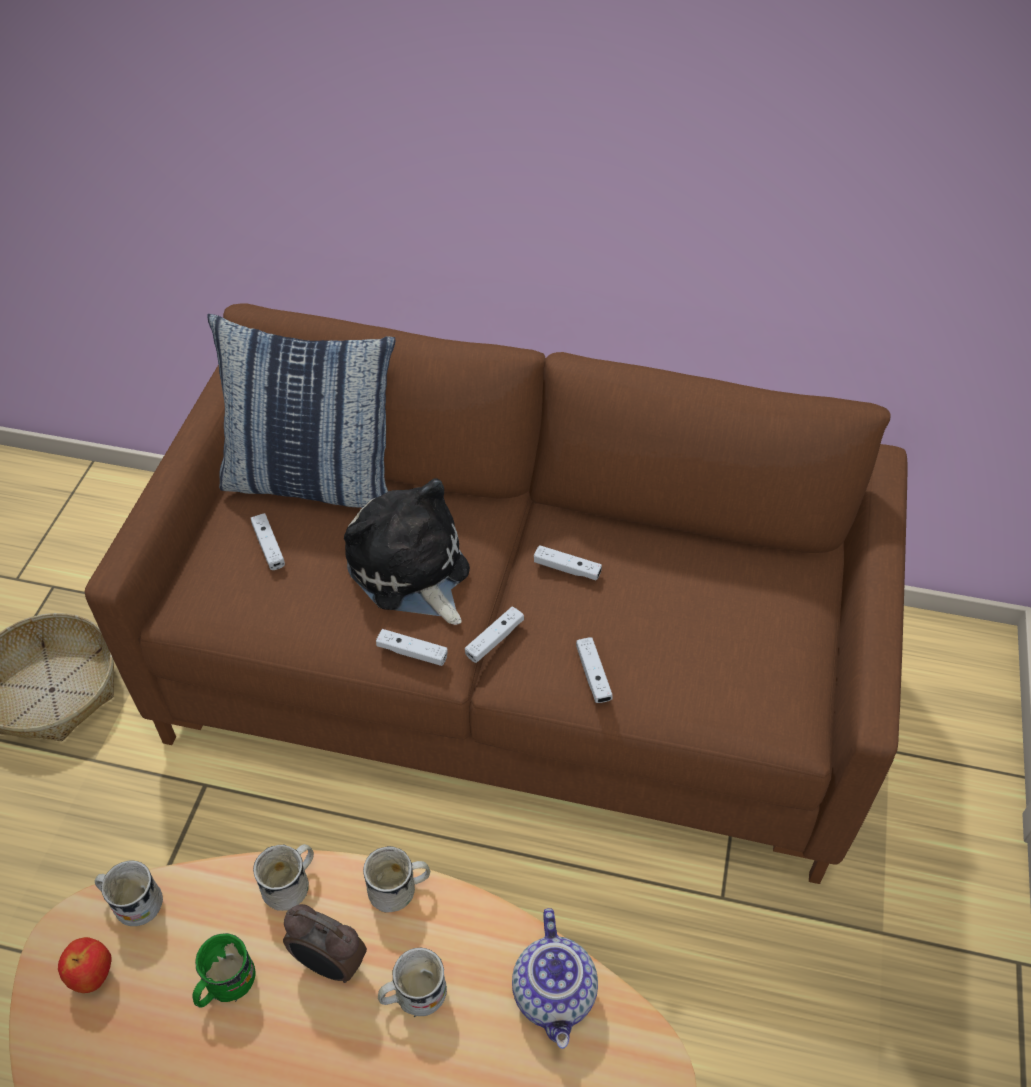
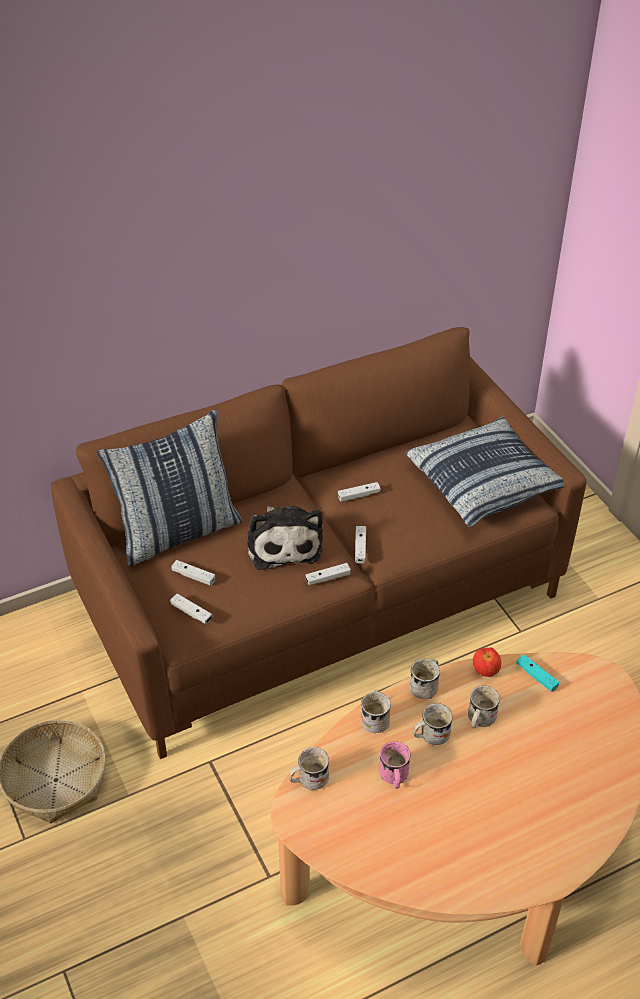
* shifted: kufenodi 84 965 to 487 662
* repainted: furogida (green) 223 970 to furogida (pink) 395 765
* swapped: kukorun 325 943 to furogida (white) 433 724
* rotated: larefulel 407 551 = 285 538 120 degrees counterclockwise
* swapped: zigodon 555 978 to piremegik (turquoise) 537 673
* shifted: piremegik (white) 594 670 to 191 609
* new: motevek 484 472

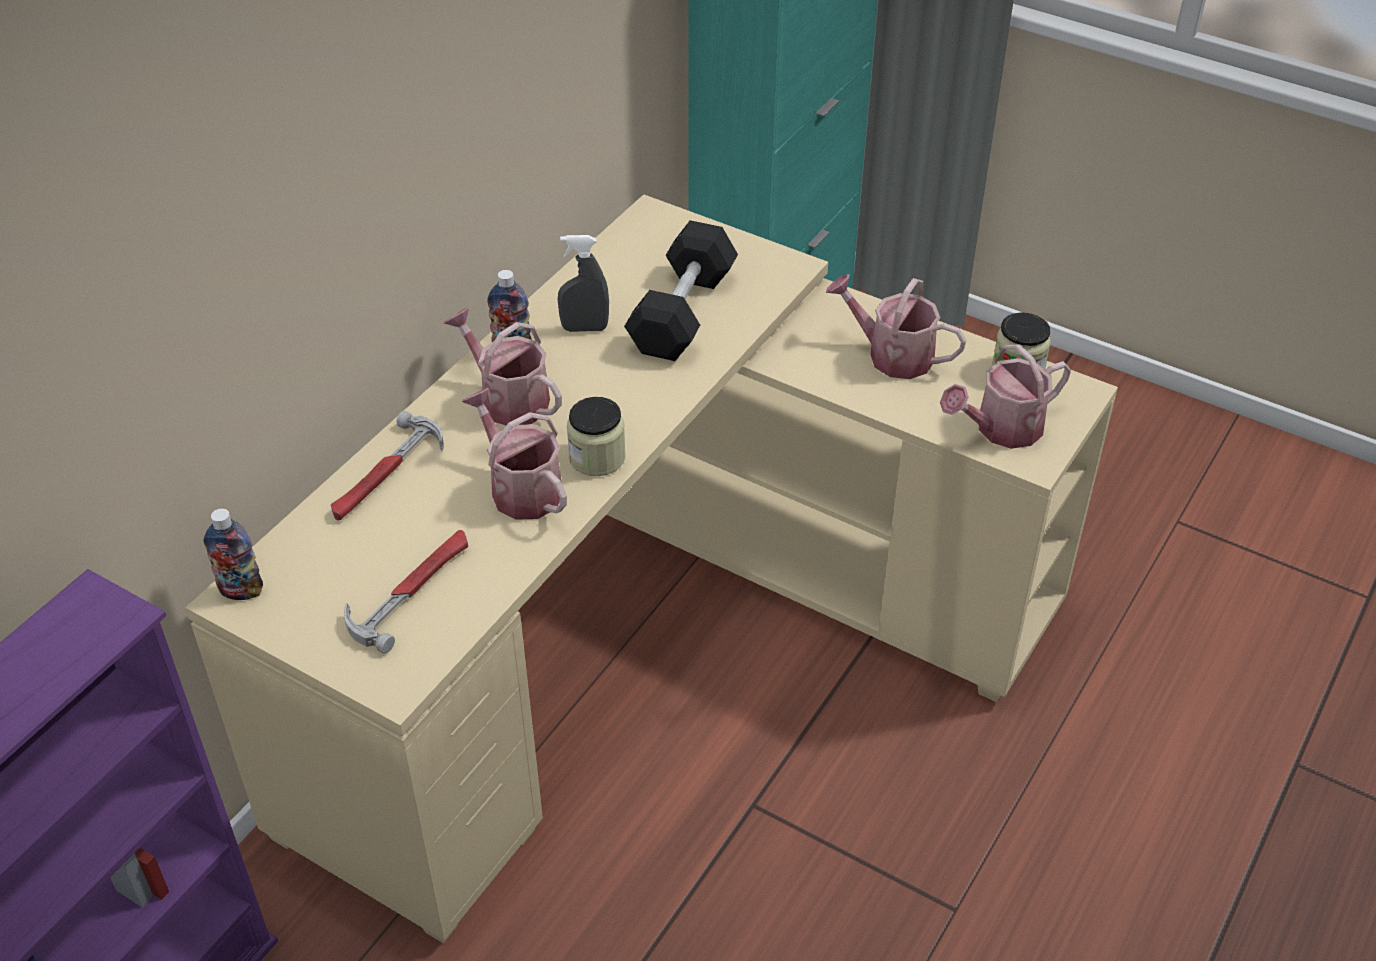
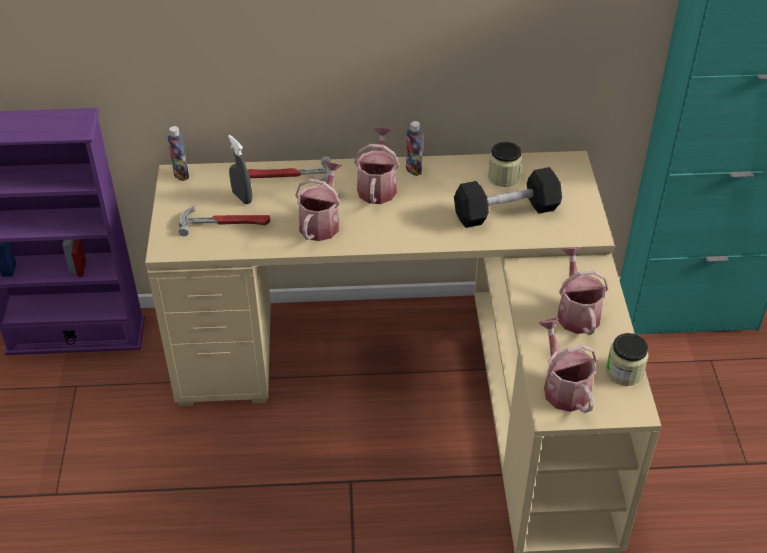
* shifted: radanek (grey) 583 283 to 240 169
* shifted: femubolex 596 436 to 505 164
* rotated: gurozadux 1005 396 = 568 365 45 degrees clockwise

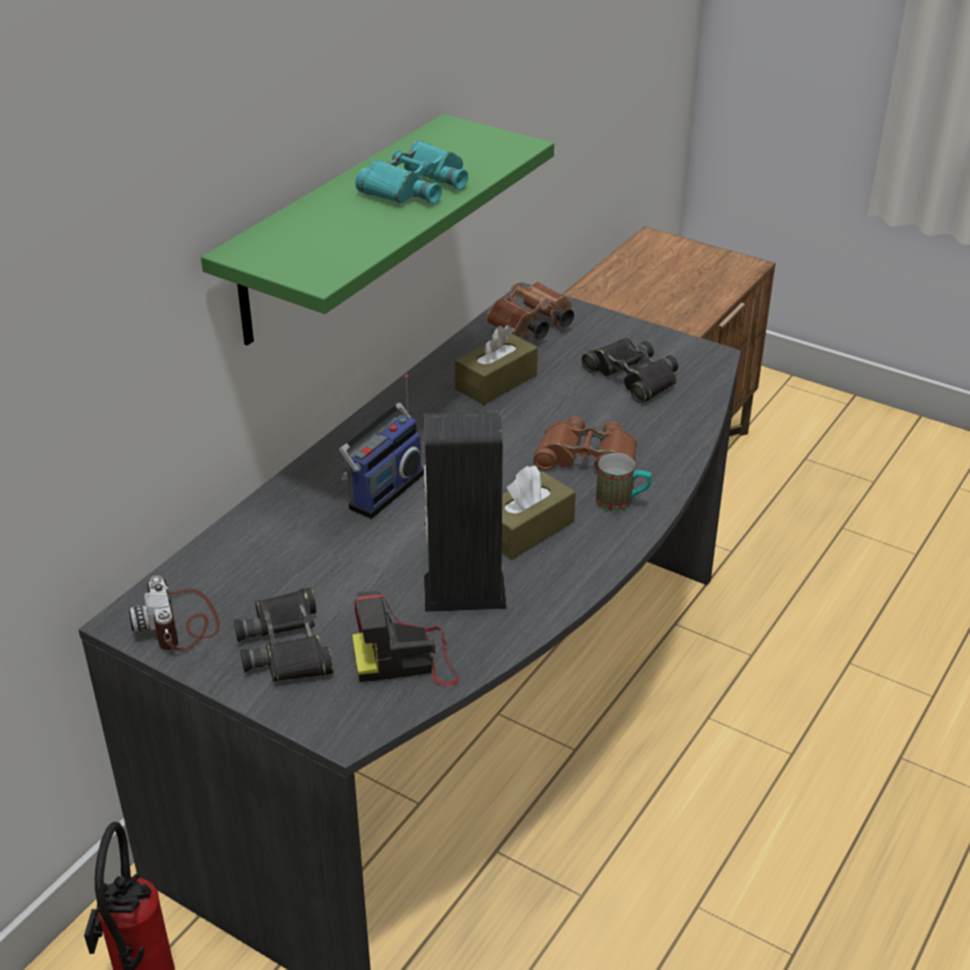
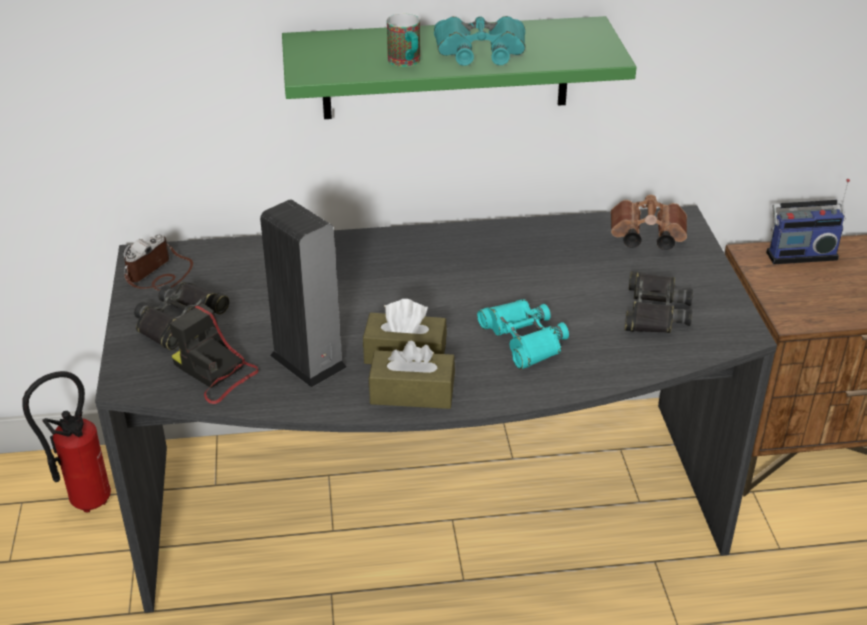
* shifted: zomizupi 381 447 to 808 221
* shifted: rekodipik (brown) 496 365 to 412 374
* repainted: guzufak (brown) 585 443 to guzufak (turquoise) 523 334
* shifted: furogida 624 482 to 403 40

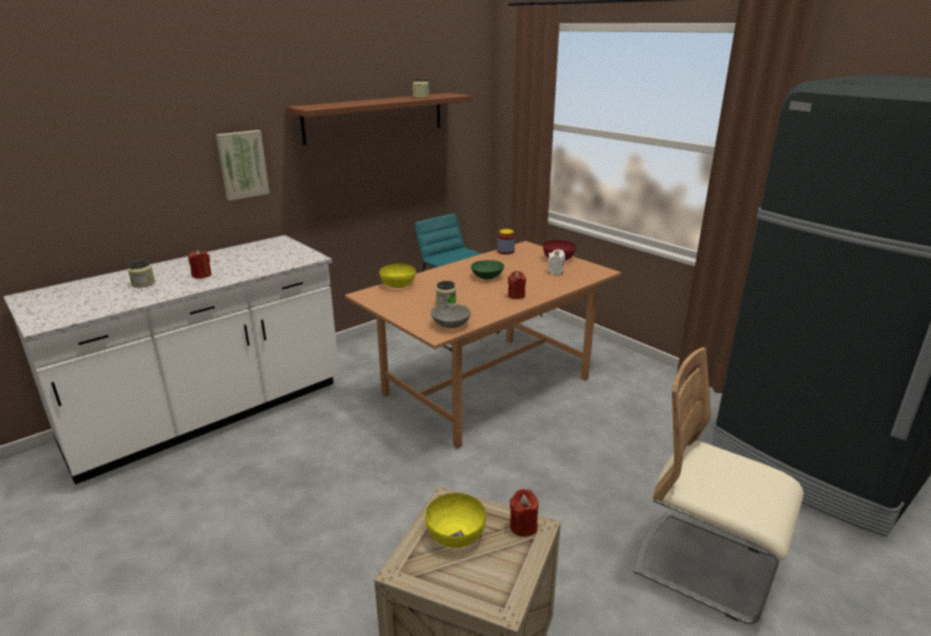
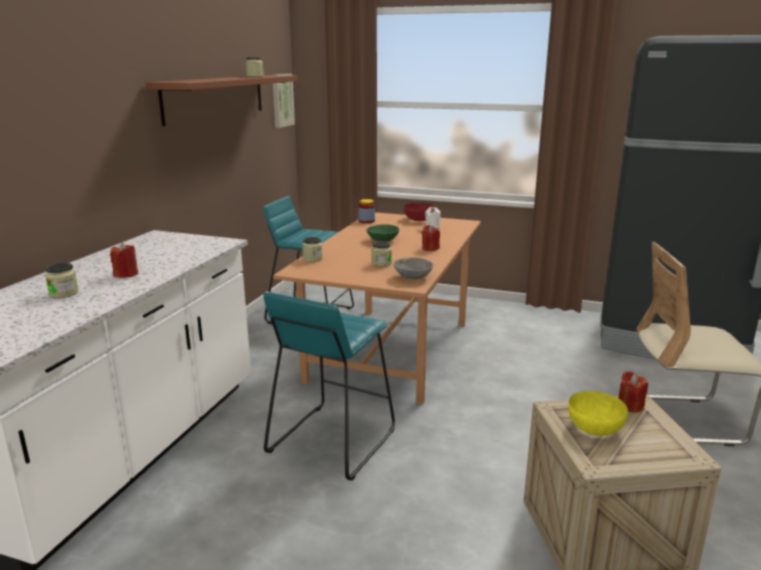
* shifted: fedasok 243 165 to 284 101
* swapped: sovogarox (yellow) 397 276 to femubolex 312 249
* new: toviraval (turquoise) 329 386

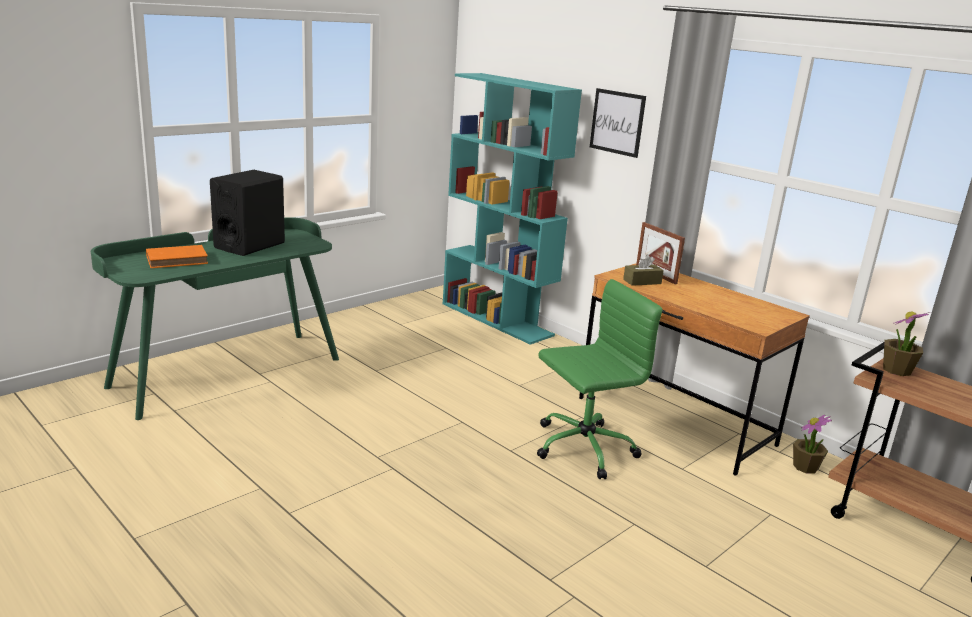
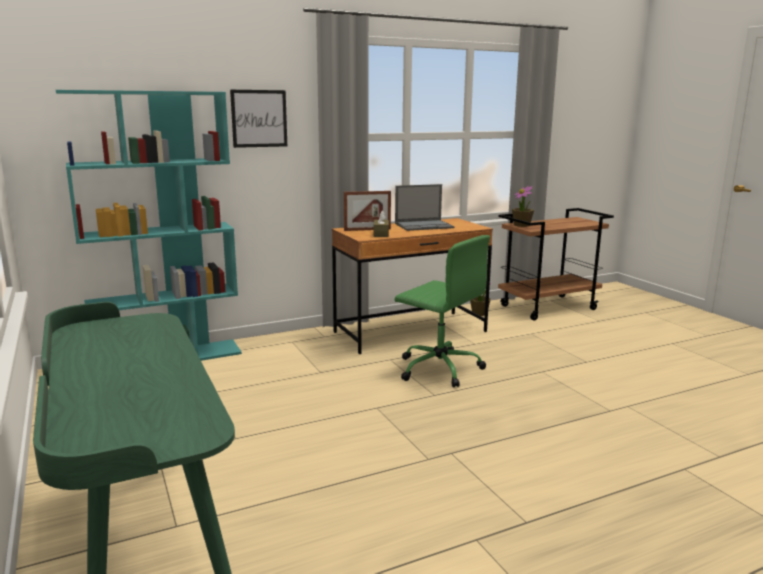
* gone: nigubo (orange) 177 256
* gone: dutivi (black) 247 213
* rotated: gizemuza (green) 599 379 = 442 311 135 degrees clockwise
* new: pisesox 425 207

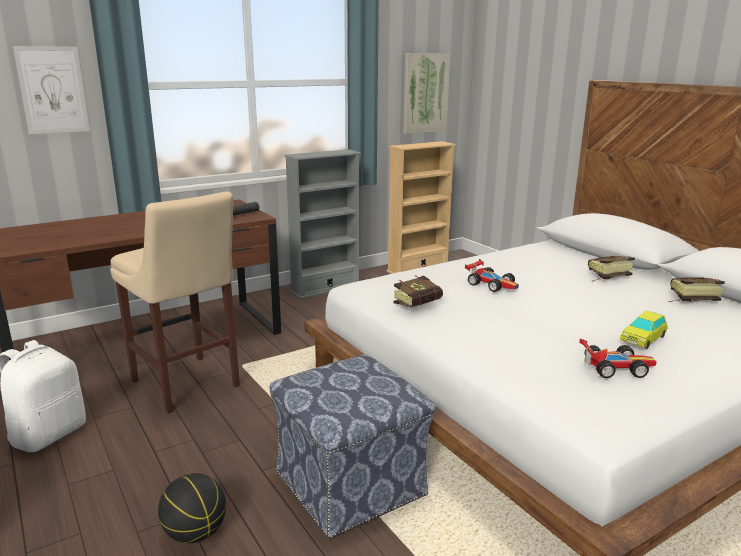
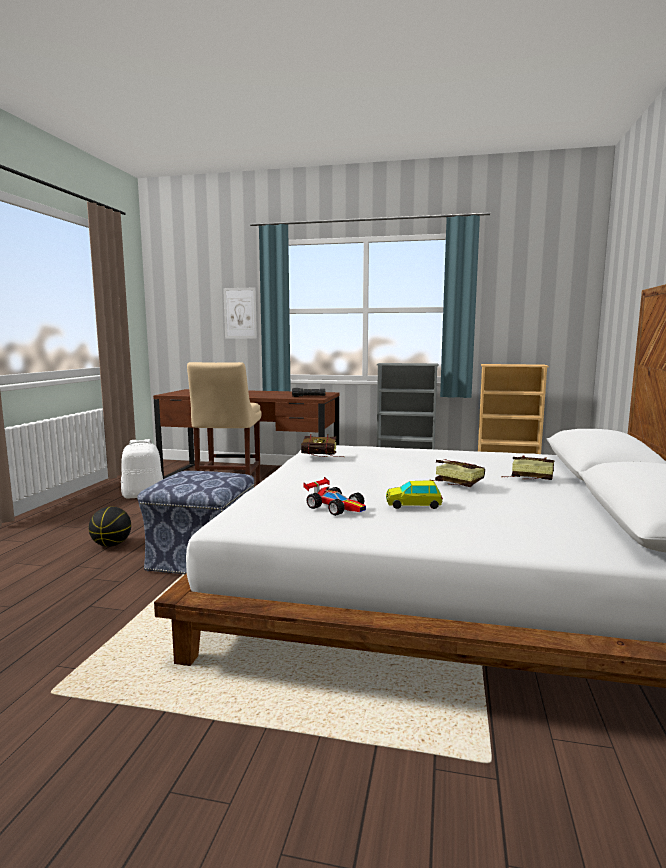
* gone: fedasok 426 93
* gone: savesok 492 275
* shifted: nigubo 697 289 to 457 473

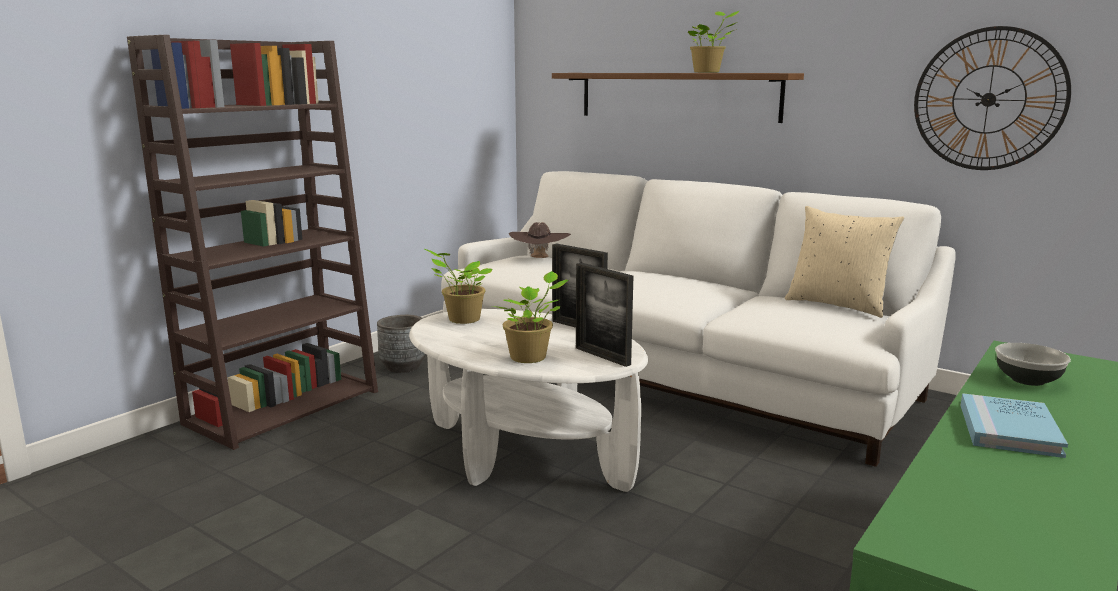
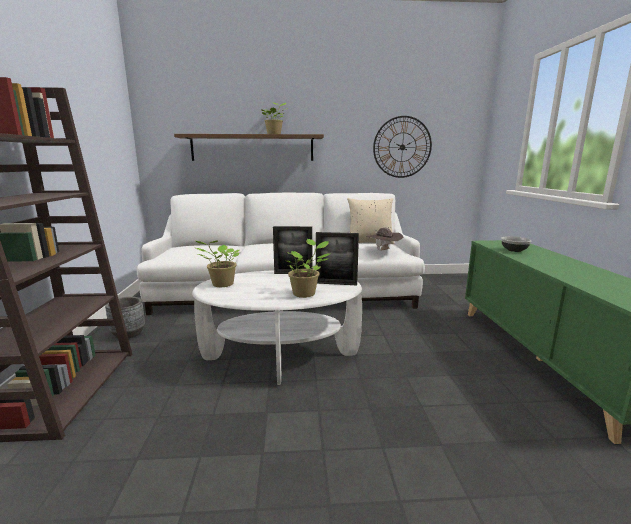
* shifted: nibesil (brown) 540 240 to 385 239
* gone: nigubo (blue) 1014 425

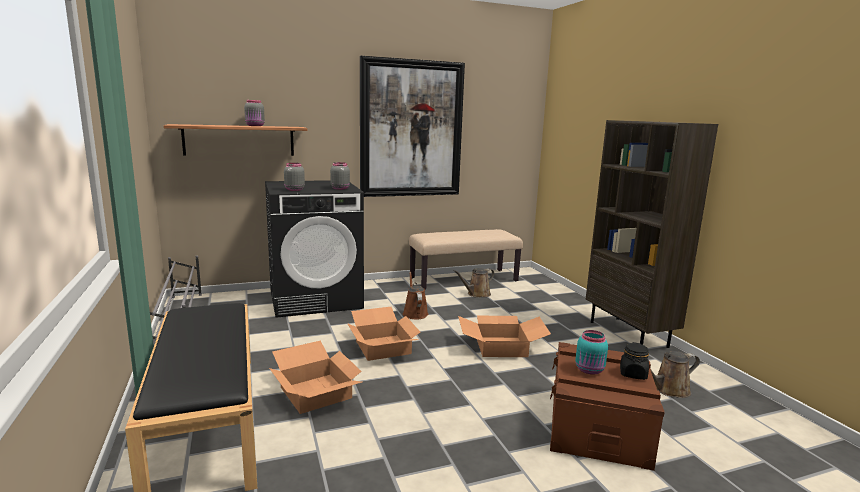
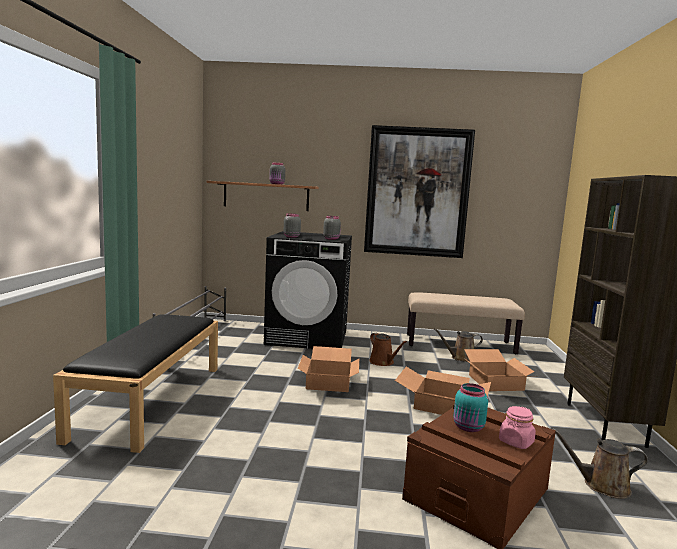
* shifted: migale 315 377 to 499 370
* rotated: gurozadux (brown) 415 295 = 388 349 135 degrees clockwise
* repainted: femubolex (black) 634 361 to femubolex (pink) 517 427

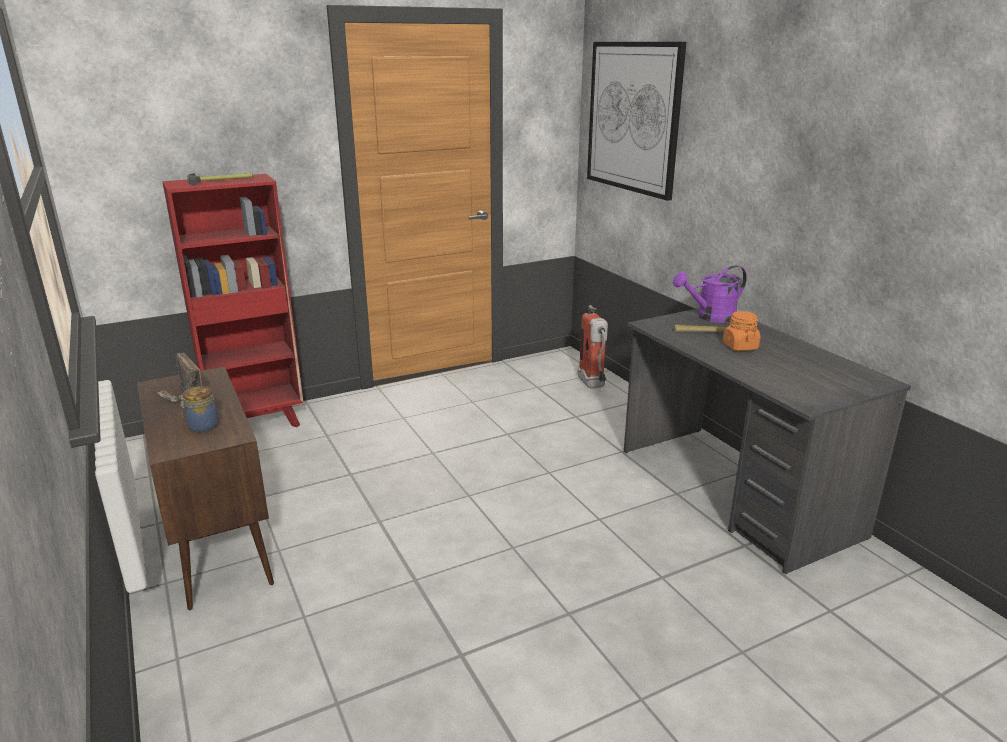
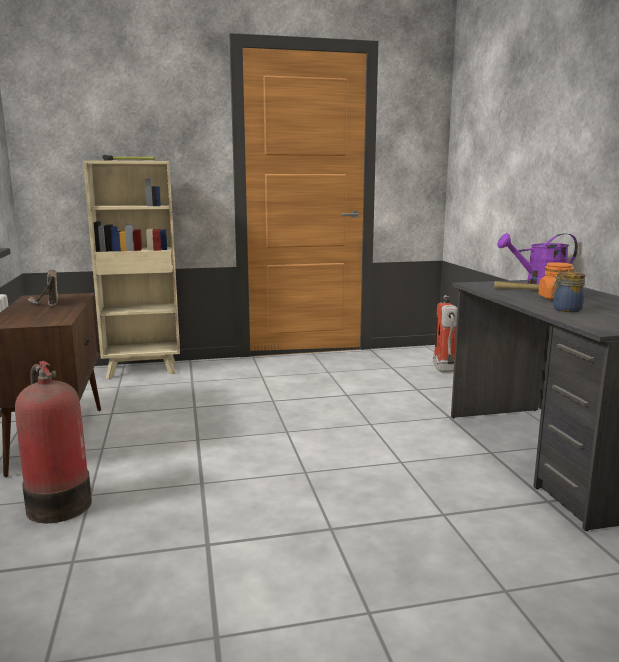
* repainted: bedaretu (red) 233 300 to bedaretu (beige) 131 269
* shifted: femubolex 199 409 to 568 291
* gone: fedasok 637 121
* new: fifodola 53 442

